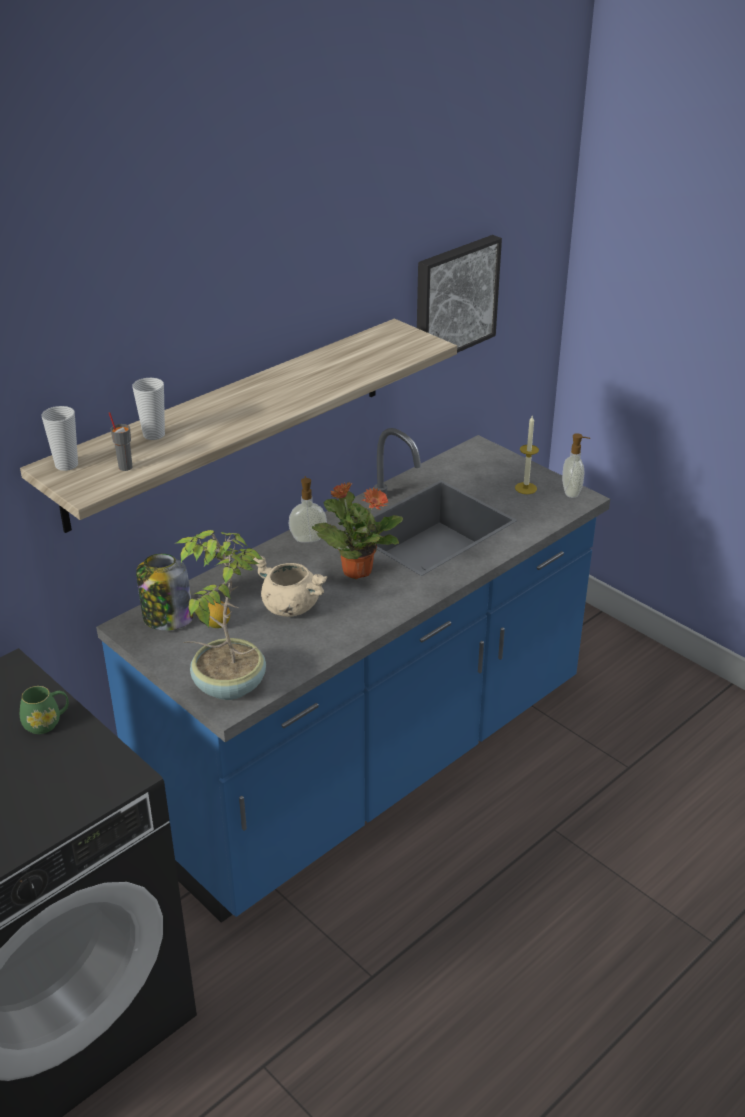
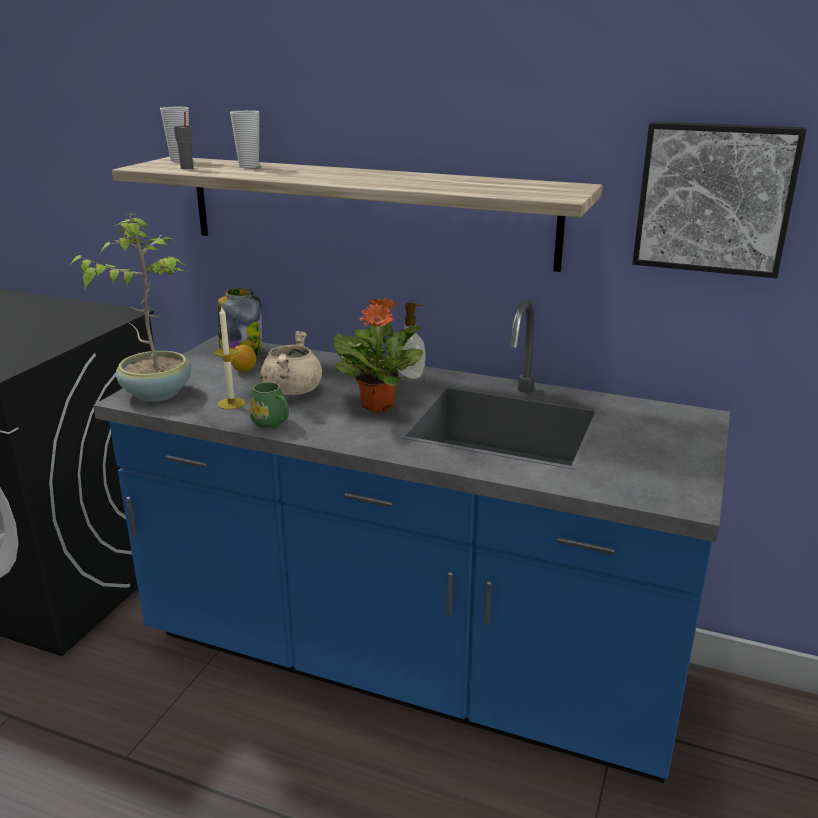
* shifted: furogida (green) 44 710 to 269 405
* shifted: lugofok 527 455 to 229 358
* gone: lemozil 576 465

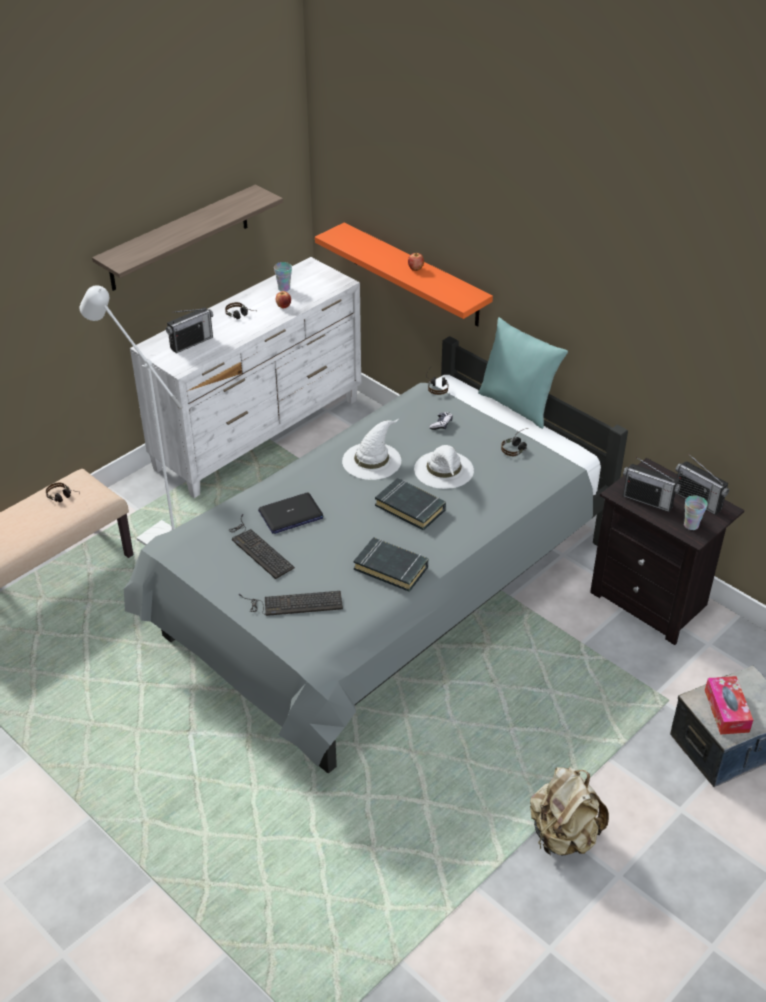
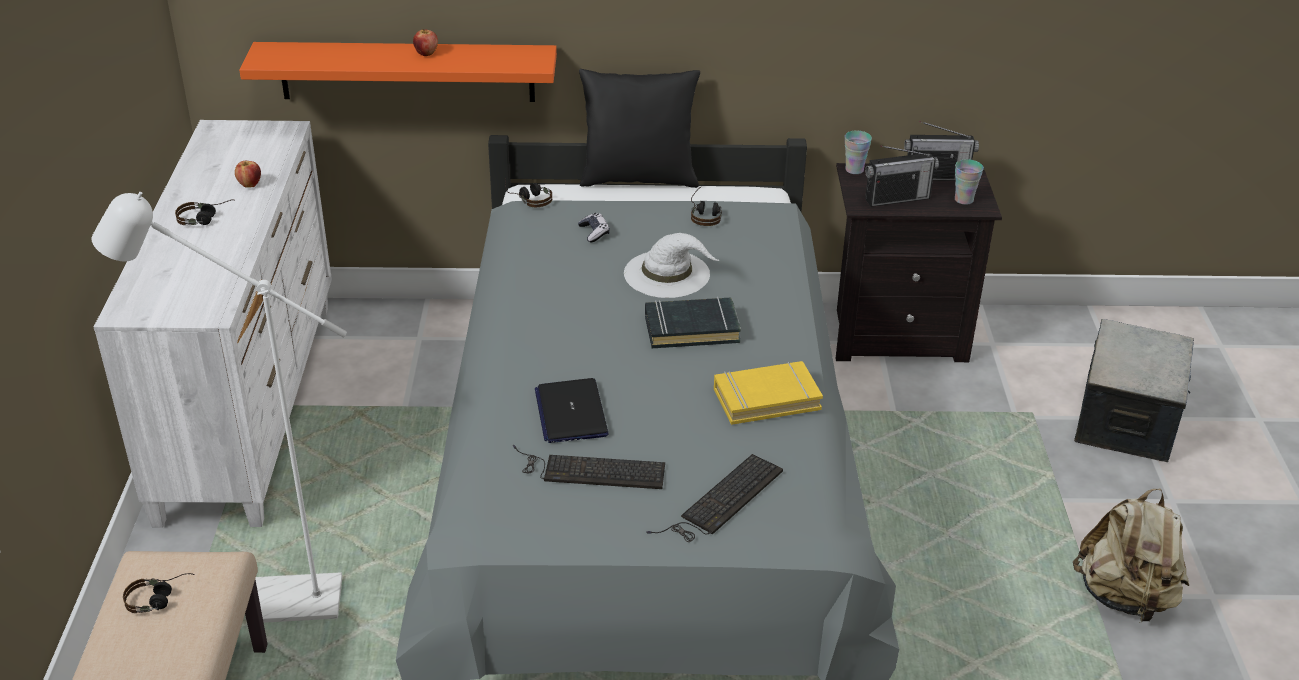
* gone: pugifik 187 237
* gone: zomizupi 189 330
* rotated: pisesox 290 513 = 572 410 150 degrees clockwise
* shifted: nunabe 283 276 to 858 152
* gone: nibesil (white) 371 449
* repainted: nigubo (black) 391 565 to nigubo (yellow) 768 393
* repainted: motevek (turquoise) 523 373 to motevek (black) 639 128
* gone: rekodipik 729 705

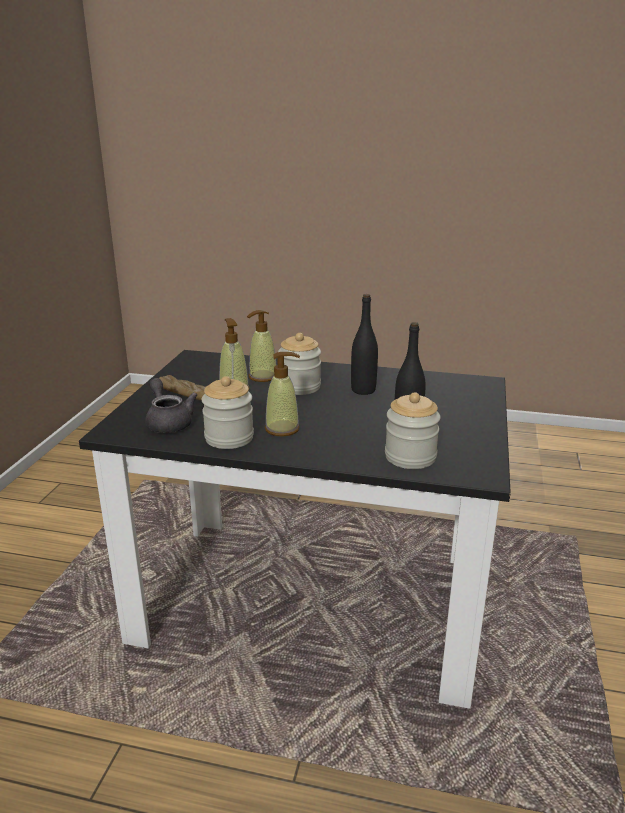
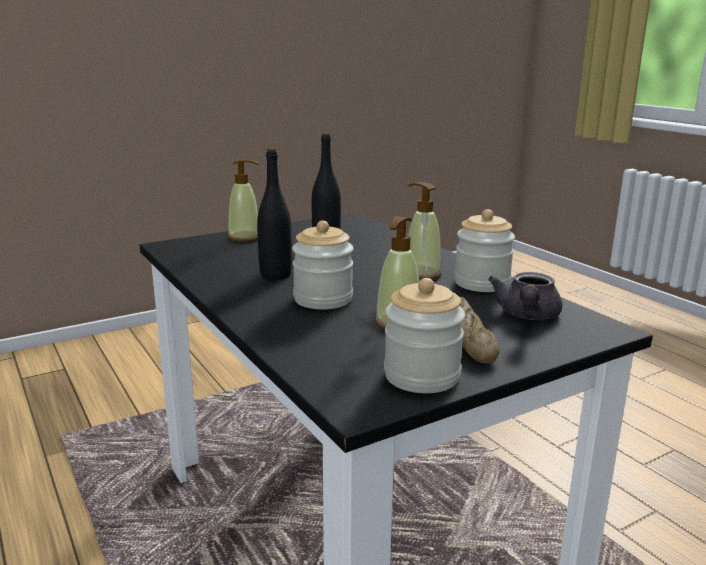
* shifted: lemozil 261 346 to 243 200
* shifted: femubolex 412 430 to 424 335

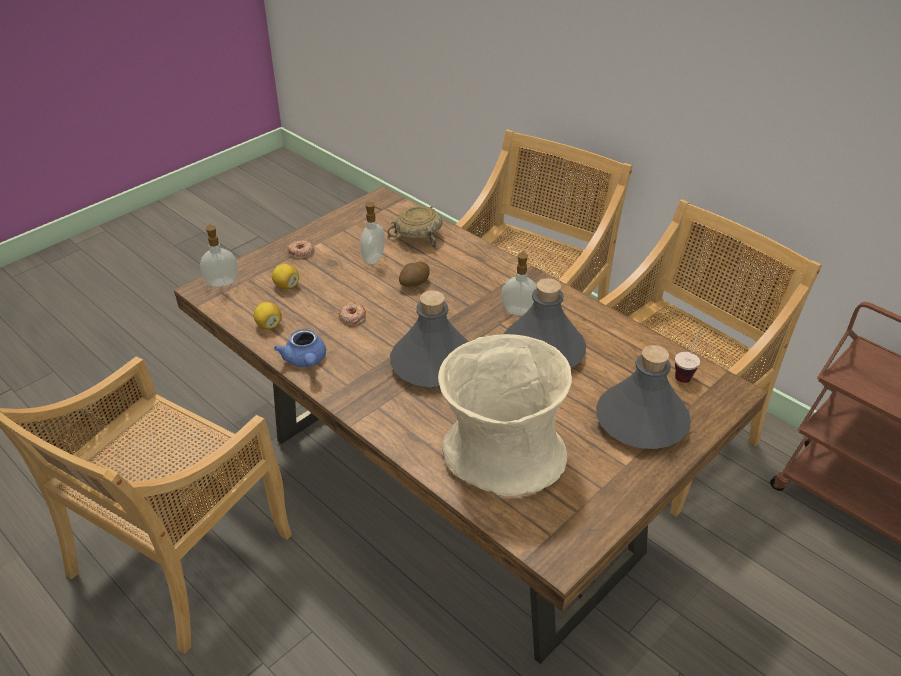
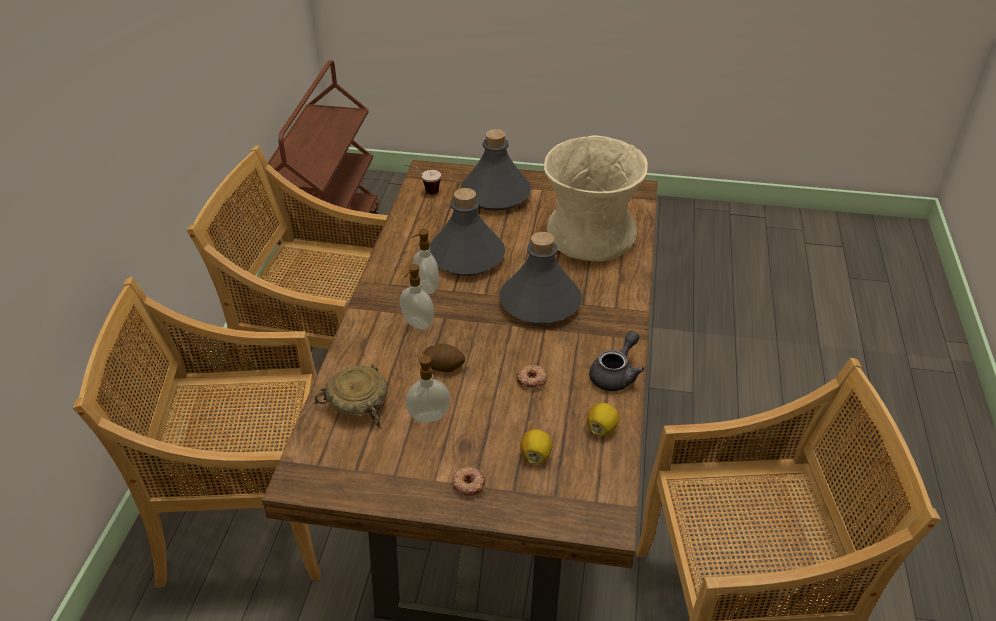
* shifted: lemozil 219 255 to 417 297
* repainted: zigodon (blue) 300 347 to zigodon (grey) 616 361

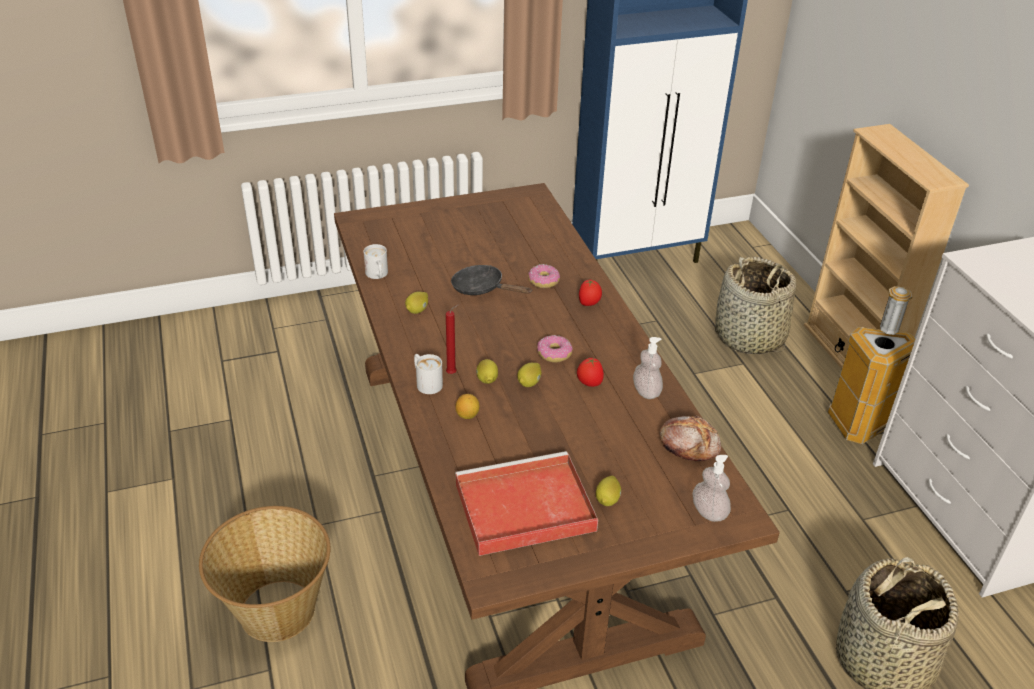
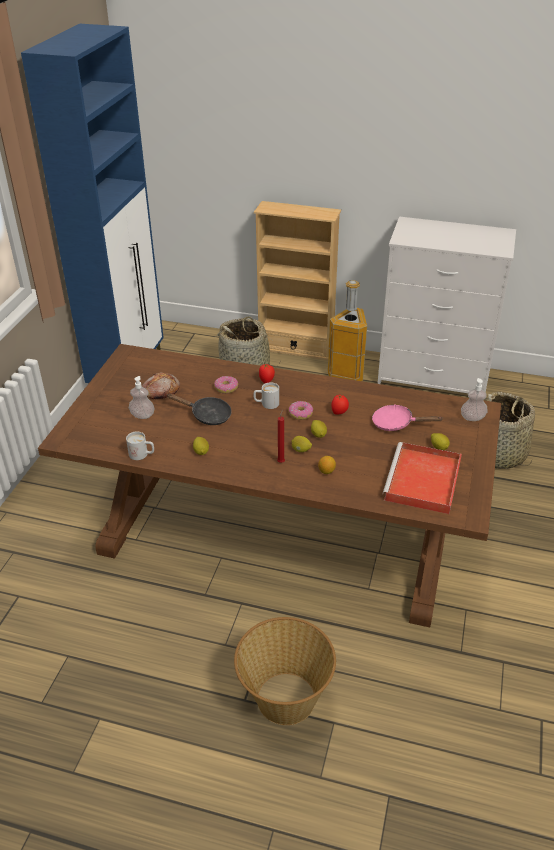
* shifted: furogida (white) 428 374 to 266 395
* rotated: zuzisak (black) 491 280 = 199 409 135 degrees counterclockwise
* shifted: lemozil 648 368 to 142 397
* shifted: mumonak 690 438 to 161 385
* new: zuzisak (pink) 407 417

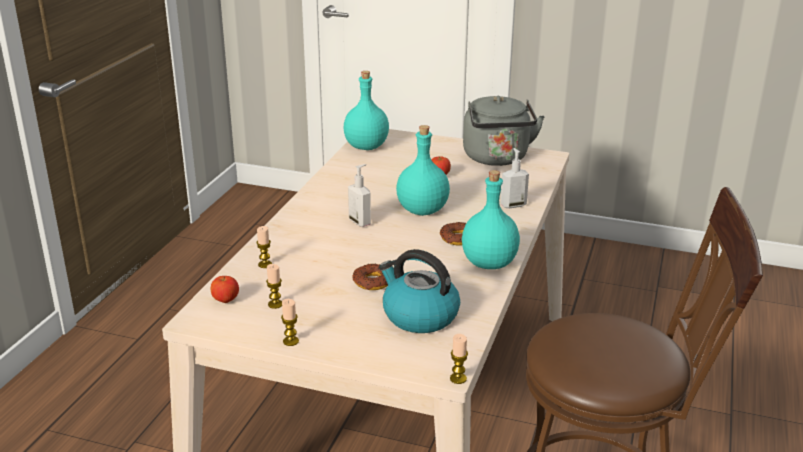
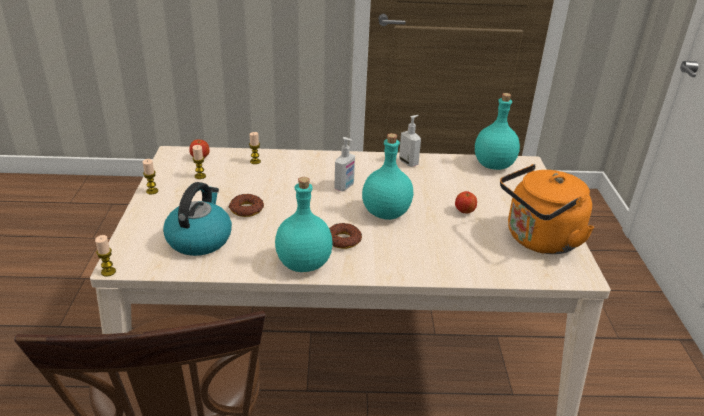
* repainted: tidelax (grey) 504 131 to tidelax (orange) 547 209
* shifted: lemozil 514 178 to 410 141

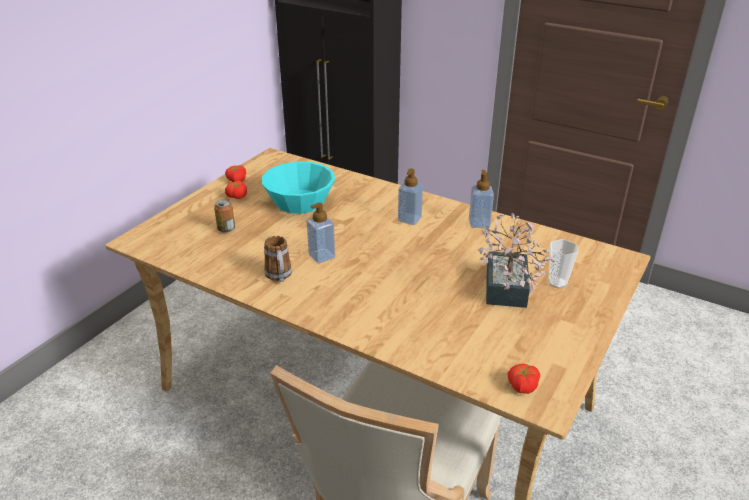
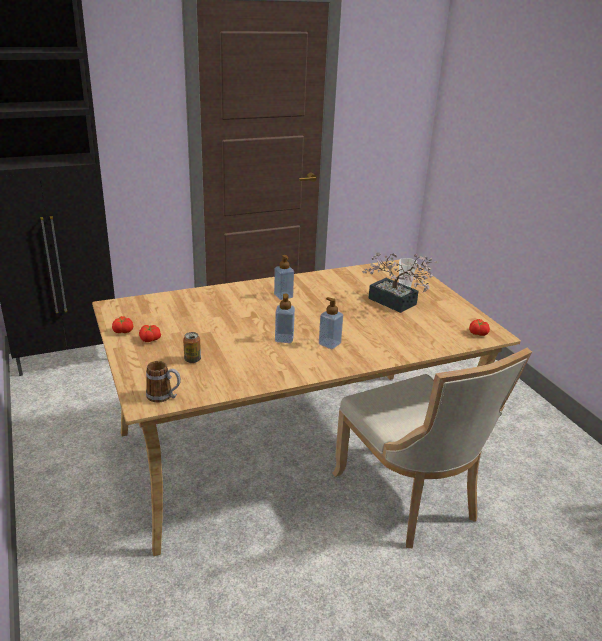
* gone: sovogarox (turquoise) 298 187
* shifted: furogida 278 259 to 163 382
* shifted: lemozil 481 199 to 331 323

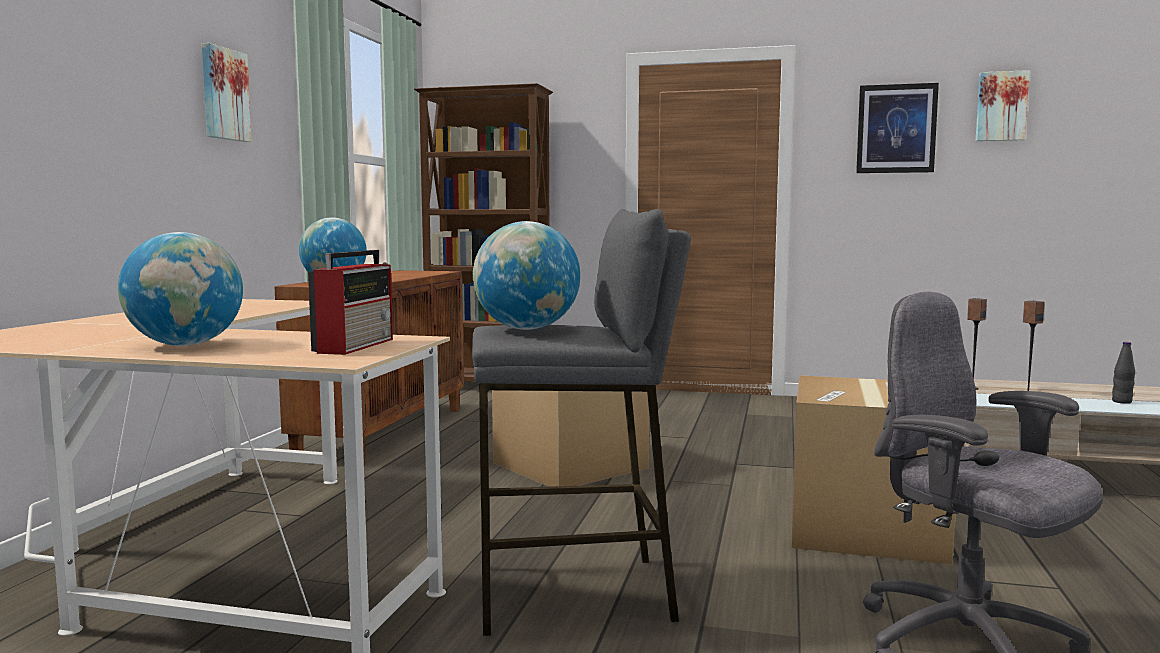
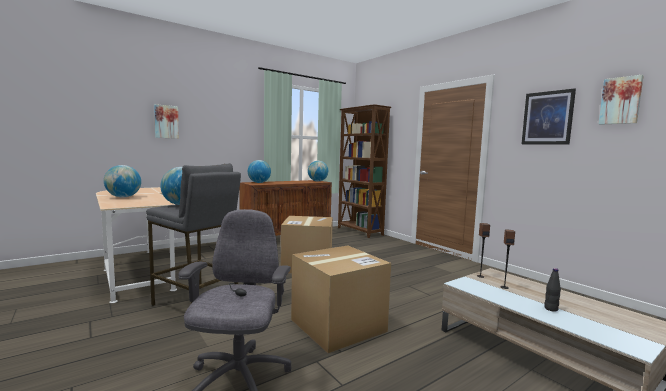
* shifted: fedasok 227 92 to 166 121
* gone: zomizupi 350 302
* new: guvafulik 318 171

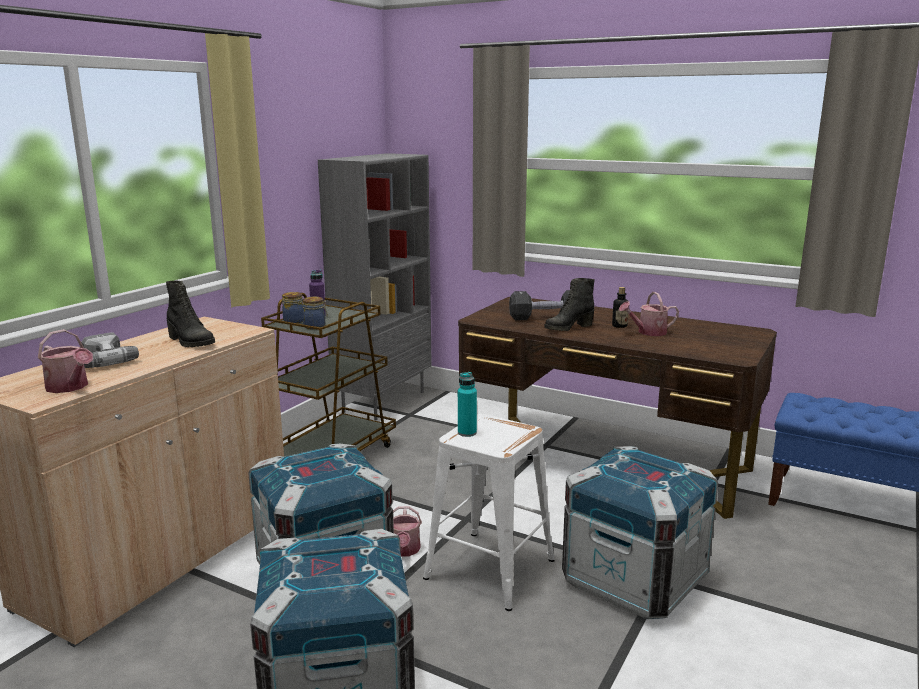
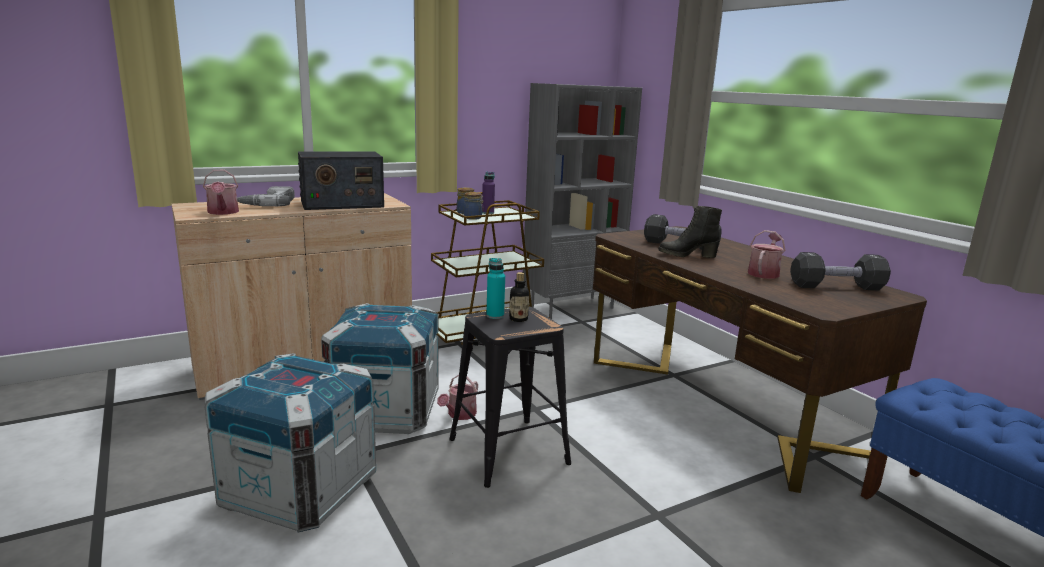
* swapped: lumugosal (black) 190 314 to zomizupi 341 180
* repainted: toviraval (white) 489 512 to toviraval (black) 510 397
* gone: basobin 640 532
* shifted: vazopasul 620 307 to 519 297
* rotated: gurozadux 649 314 = 767 254 105 degrees clockwise
* new: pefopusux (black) 840 271

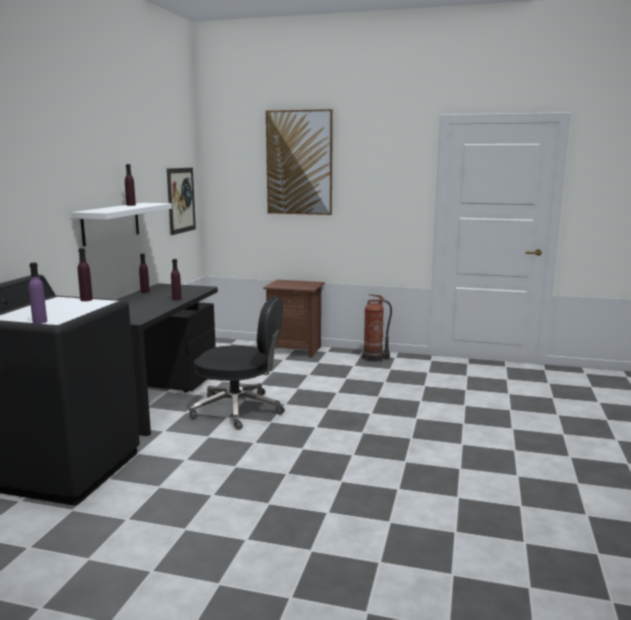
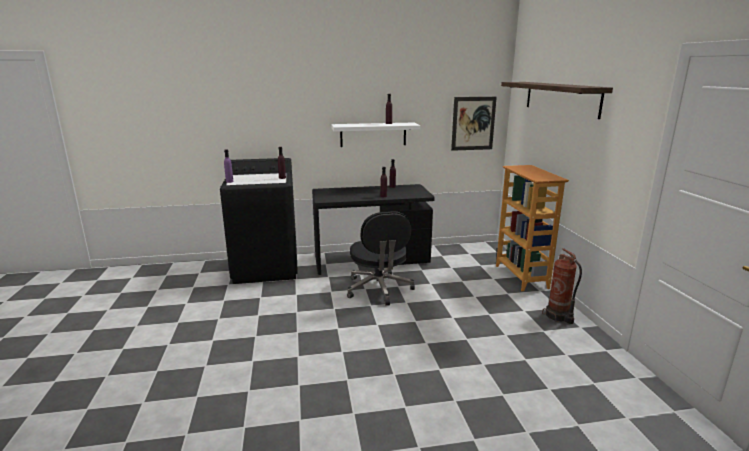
* swapped: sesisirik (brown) 294 319 to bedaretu 532 228
* swapped: fedasok 299 162 to pugifik 557 100

